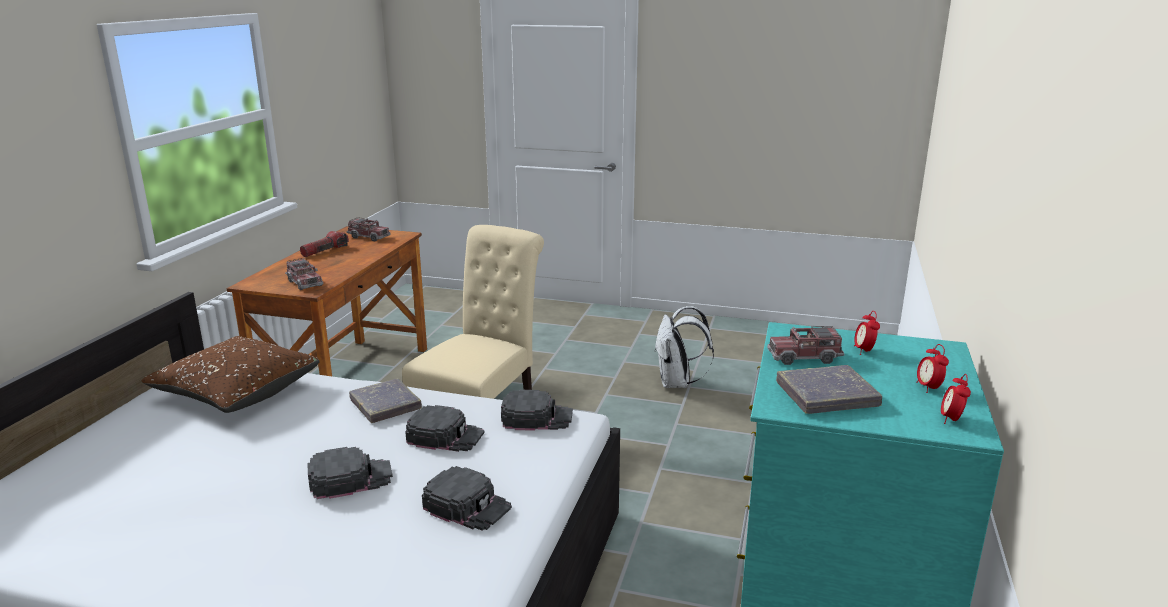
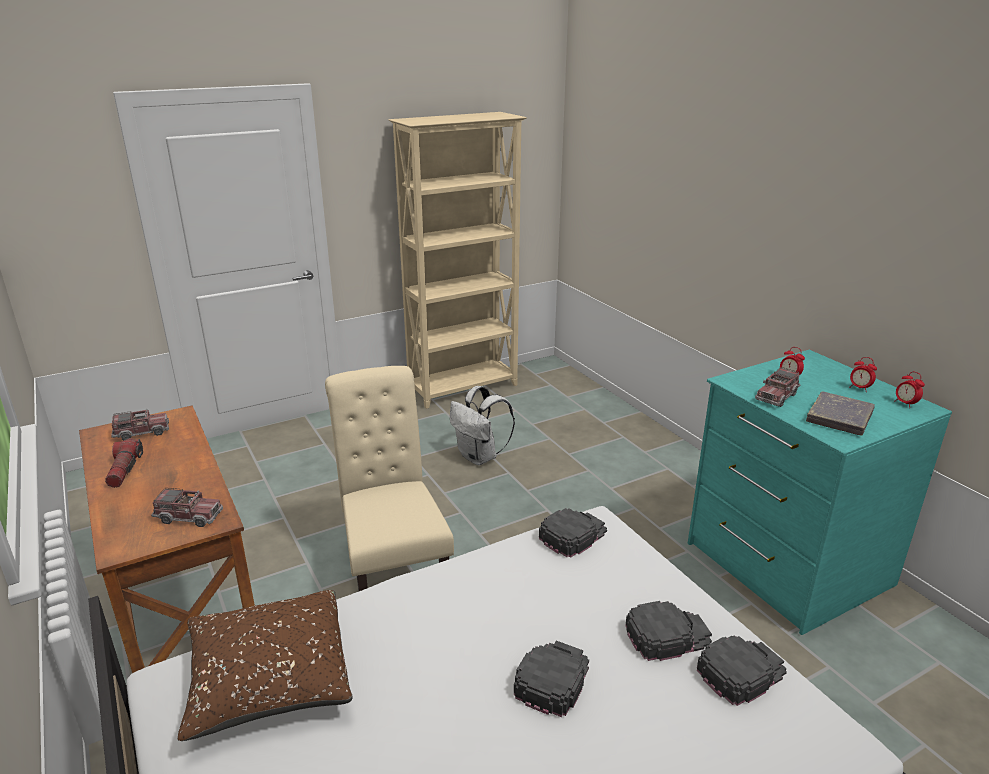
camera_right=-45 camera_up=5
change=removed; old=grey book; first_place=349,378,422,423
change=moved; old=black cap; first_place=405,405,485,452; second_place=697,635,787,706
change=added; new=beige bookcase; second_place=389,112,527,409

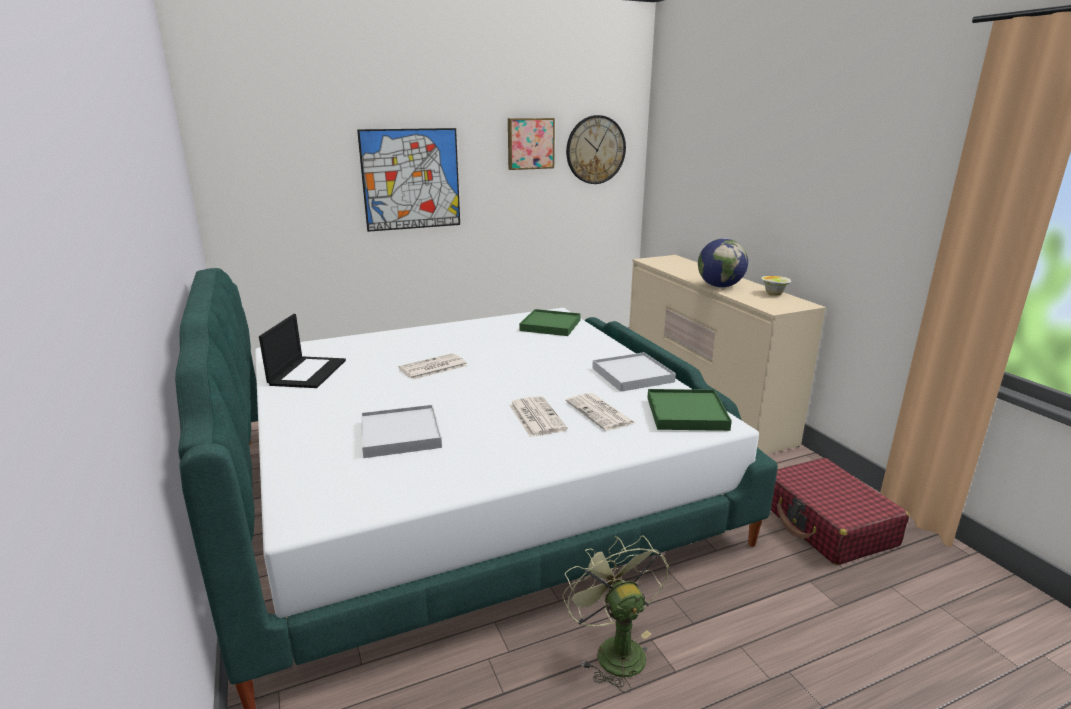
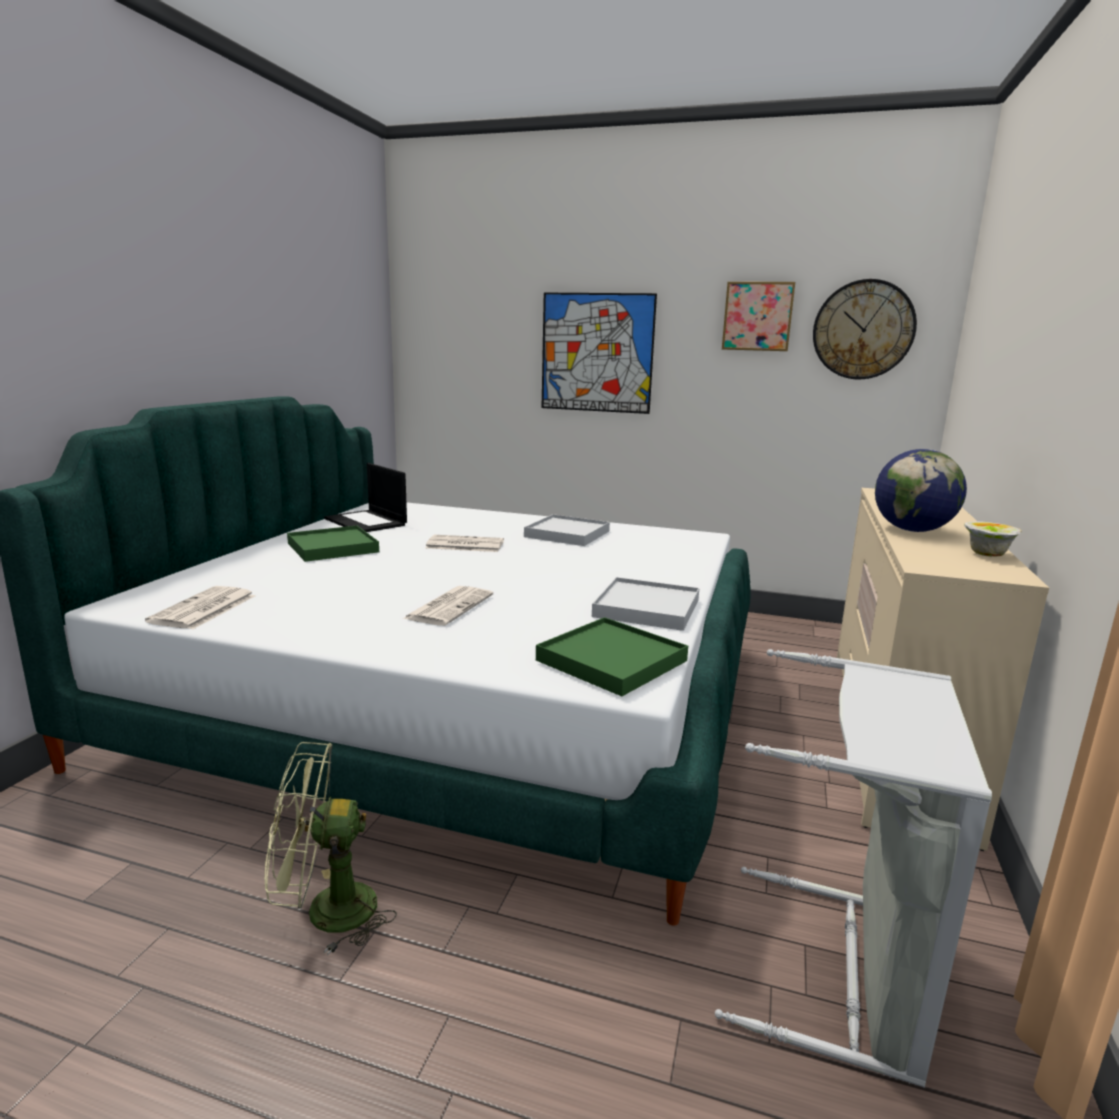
camera_right=40 camera_up=-5
change=turned; old=laptop; first_place=259,314,346,388; second_place=324,463,407,532; degrees=90
change=moved; old=white tray; first_place=361,405,442,458; second_place=524,514,610,546
change=moved; old=green tray; first_place=519,309,581,336; second_place=287,526,379,562
change=turned; old=green fan; first_place=562,536,669,693; second_place=265,742,397,955; degrees=-120
change=moved; old=newspaper; first_place=566,393,635,431; second_place=145,586,255,629
change=replaced; old=red suitcase; new=grey laundry basket; first_place=771,458,909,565; second_place=715,649,992,1088

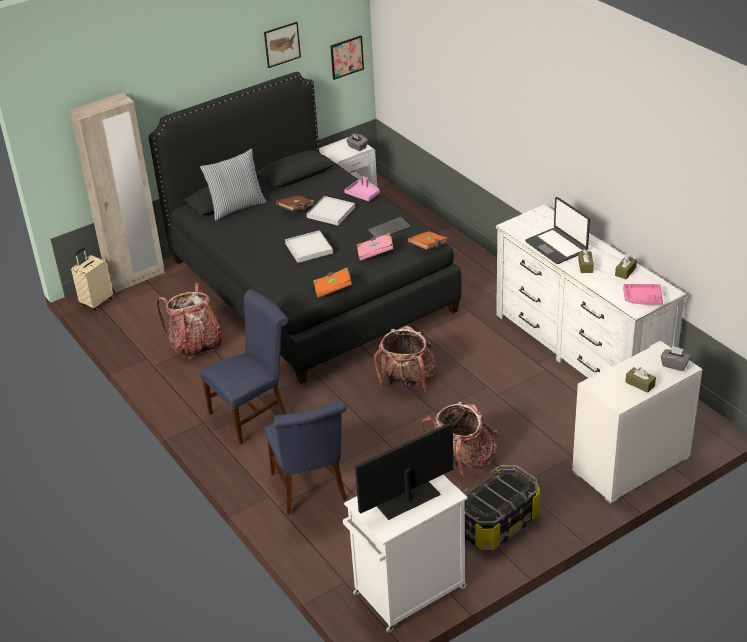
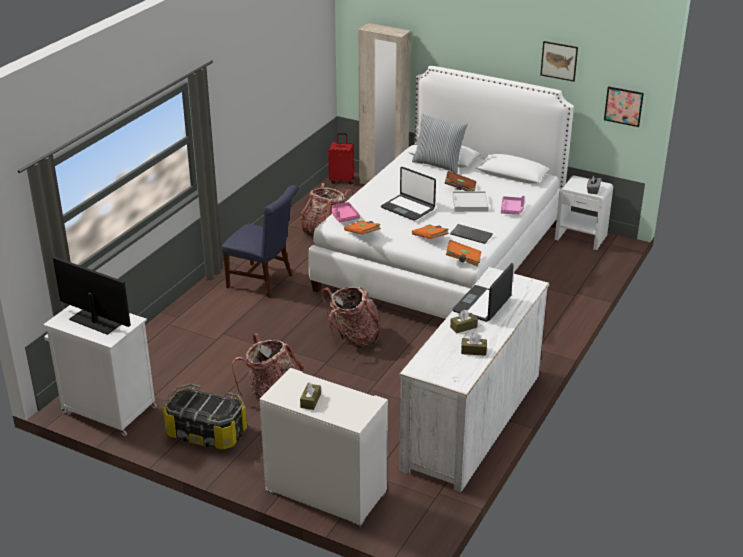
camera_right=60 camera_up=-5
change=recoloured; old=beige suitcase; new=red suitcase; first_place=71,248,114,310; second_place=328,133,354,185
change=recoloured; old=black bed; new=white bed; first_place=148,72,461,384; second_place=308,66,574,319
change=removed; old=blue chair; first_place=264,400,347,515
change=replaced; old=white tray; new=laptop; first_place=285,230,333,263; second_place=381,167,436,220
change=recoloured; old=pink book; new=orange book; first_place=357,232,393,261; second_place=412,224,449,239
change=moved; old=pink tray; first_place=623,284,663,304; second_place=332,202,360,223
change=removed; old=grey tissue box; first_place=661,346,691,371

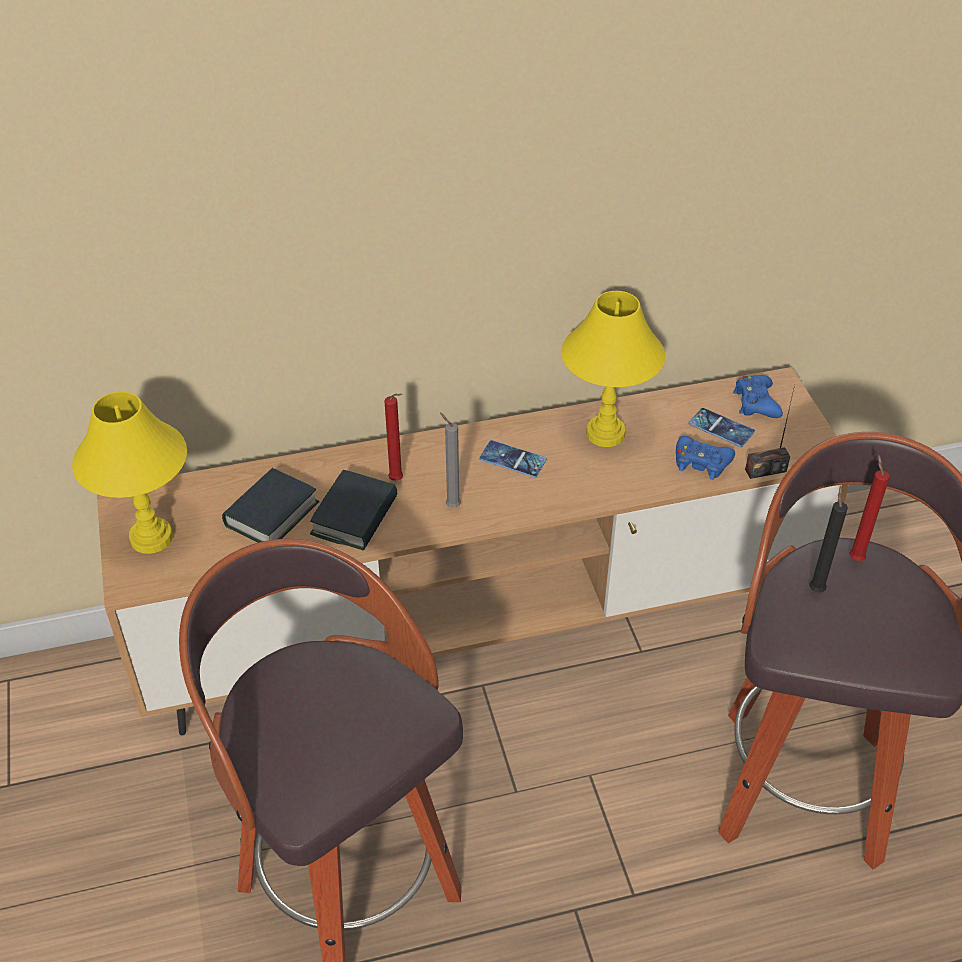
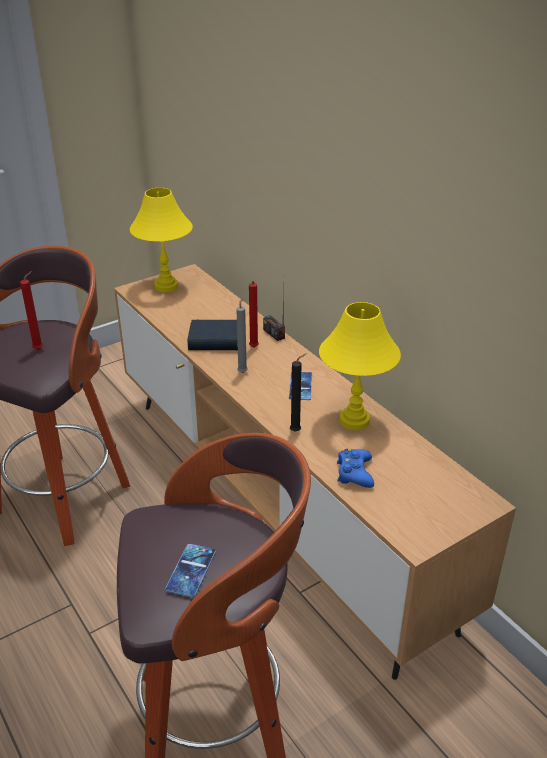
camera_right=70 camera_up=-10
change=removed; old=book; first_place=222,468,320,543
change=moved; old=phone; first_place=689,408,755,447; second_place=165,544,216,597
change=removed; old=blue game controller; first_place=733,375,783,418
change=moved; old=radio; first_place=745,385,795,479; second_place=263,275,285,341
change=moved; old=black candle; first_place=809,485,848,593; second_place=290,354,306,432
change=moved; old=red candle; first_place=849,455,890,561; second_place=20,271,43,350

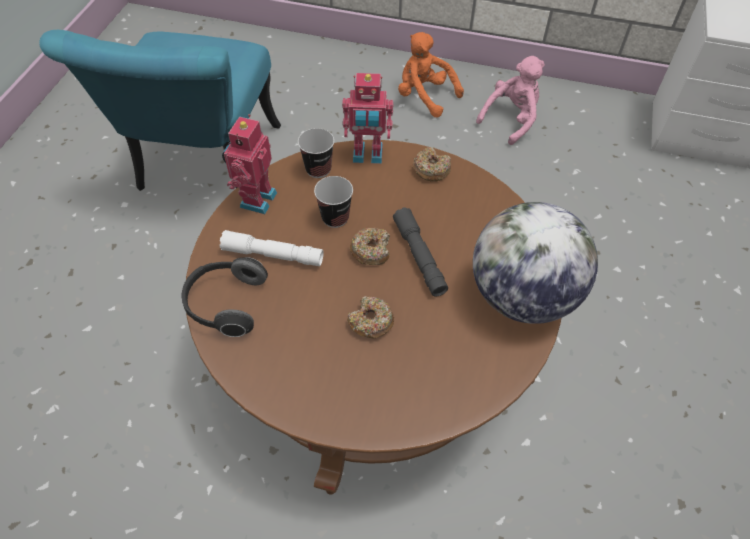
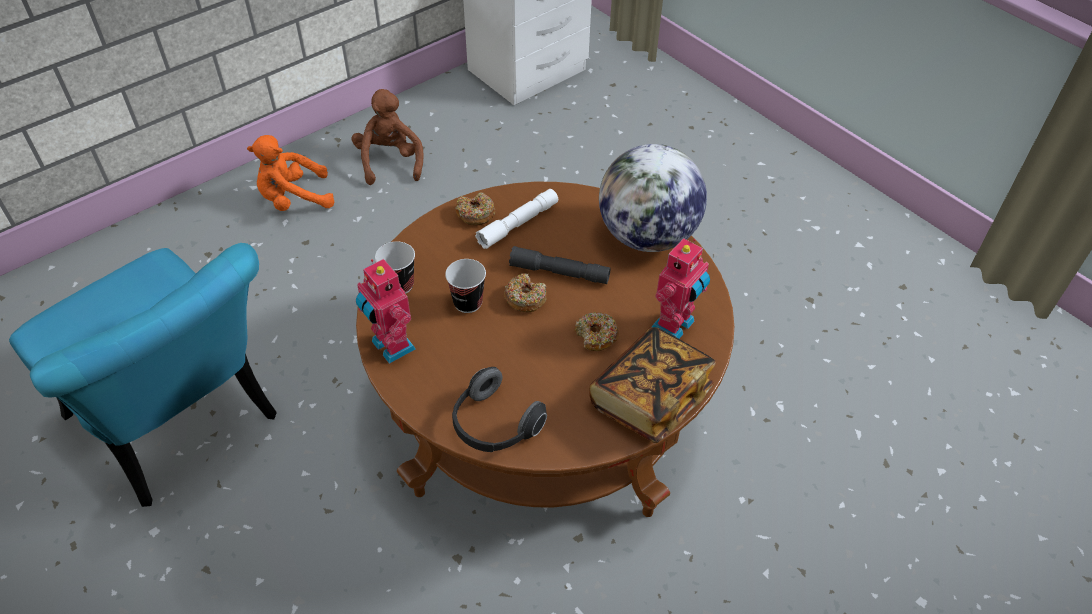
camera_right=-55 camera_up=-5
change=moved; old=white flashlight; first_place=220,230,324,266; second_place=475,189,558,249
change=moved; old=toy robot; first_place=342,73,393,164; second_place=651,238,710,339
change=recoloured; old=pink plush toy; new=brown plush toy; first_place=476,56,545,145; second_place=351,89,424,185
change=added; new=book; second_place=589,327,716,443

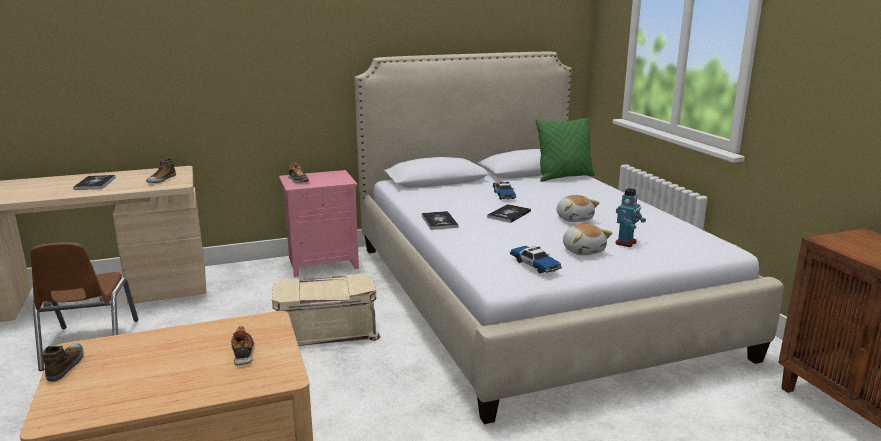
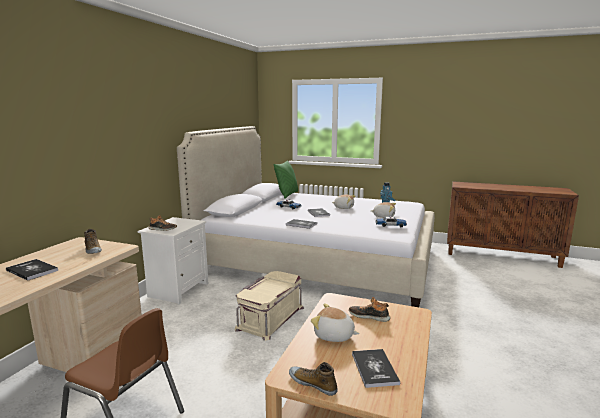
camera_right=-50 camera_up=-5
change=recoloured; old=pink nightstand; new=white nightstand; first_place=279,170,359,277; second_place=138,217,208,304
change=added; new=plush toy; second_place=311,303,359,342
change=added; new=book; second_place=352,349,400,388

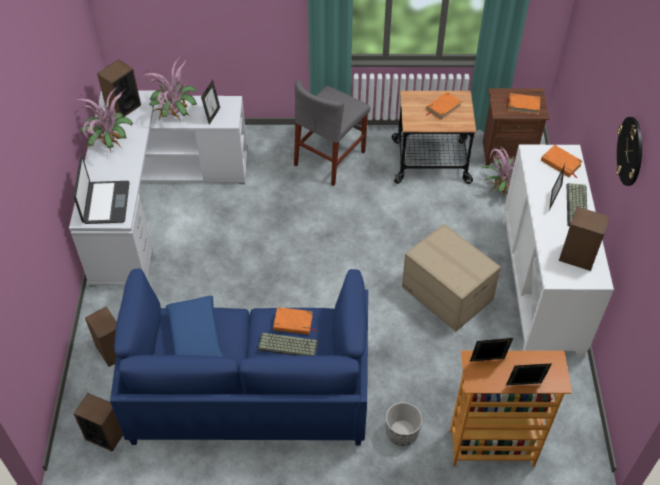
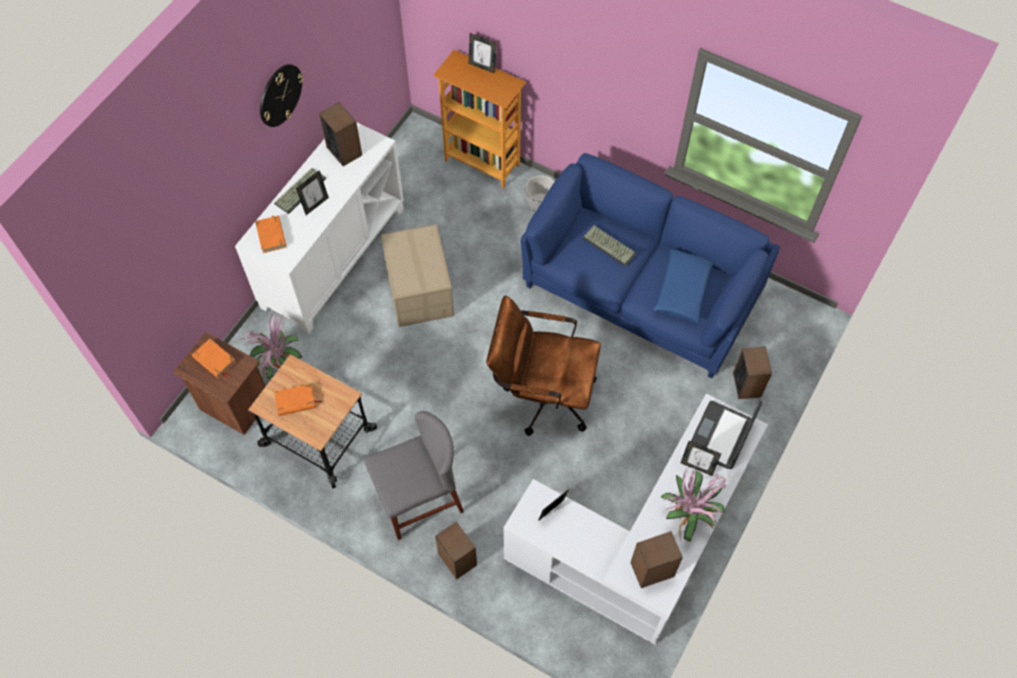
camera_right=-150 camera_up=10
change=moved; old=speaker; first_place=73,393,123,452; second_place=435,522,477,579
change=removed; old=potted plant; first_place=143,58,197,123
change=removed; old=orange book; first_place=273,307,316,335
change=moved; old=picture frame; first_place=470,338,513,362; second_place=681,441,721,476
change=added; new=brown office chair; second_place=486,295,601,436

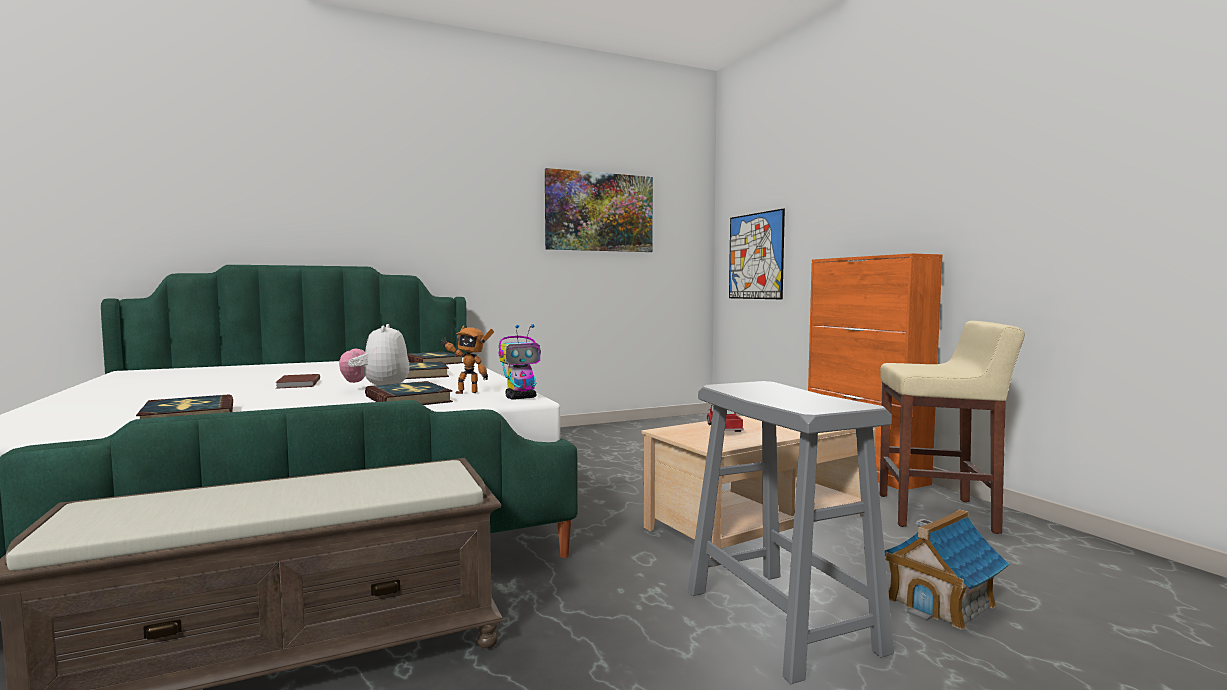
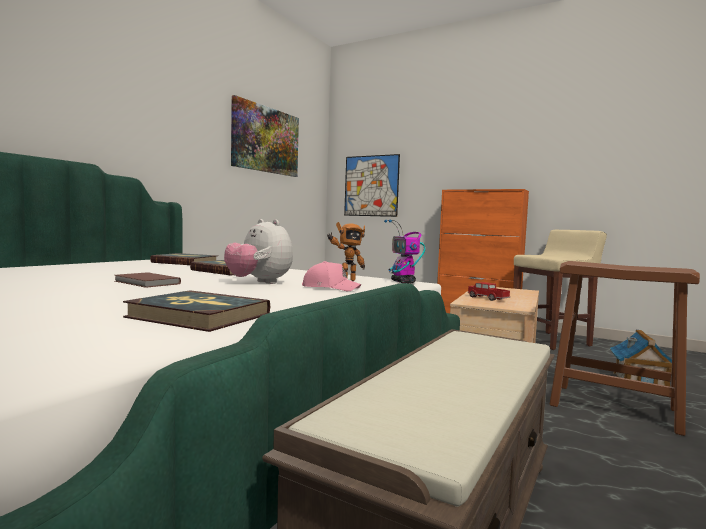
camera_right=-35 camera_up=0
change=replaced; old=book; new=pink cap; first_place=365,381,453,405; second_place=302,261,361,292
change=turned; old=toy robot; first_place=498,324,541,400; second_place=384,220,426,283; degrees=135
change=recoloured; old=grey stool; new=brown stool; first_place=688,381,894,684; second_place=550,261,700,436

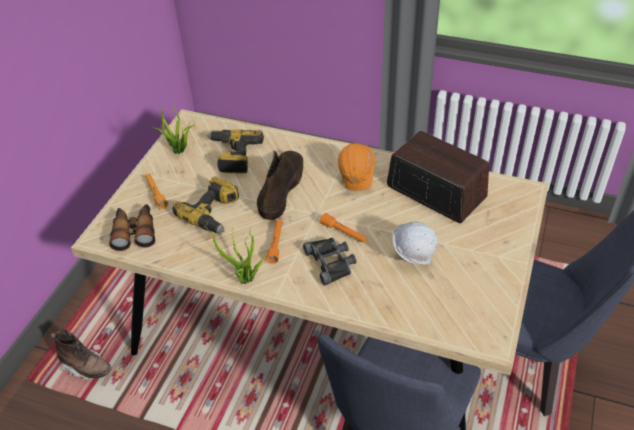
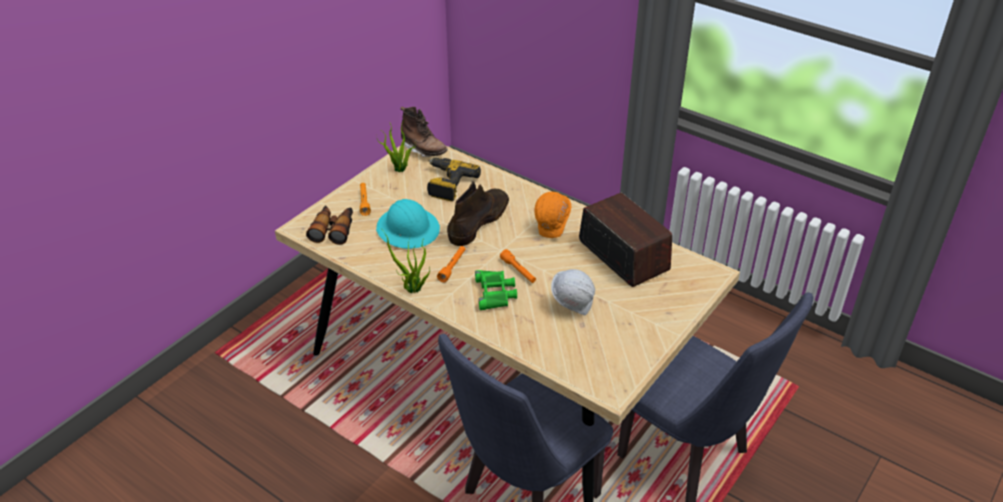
camera_right=15 camera_up=-5
change=moved; old=brown boot; first_place=51,329,112,381; second_place=401,107,448,157
change=replaced; old=power drill; new=turquoise hard hat; first_place=172,176,239,233; second_place=376,199,440,249
change=recoloured; old=black binoculars; new=green binoculars; first_place=303,238,356,285; second_place=475,270,517,310

